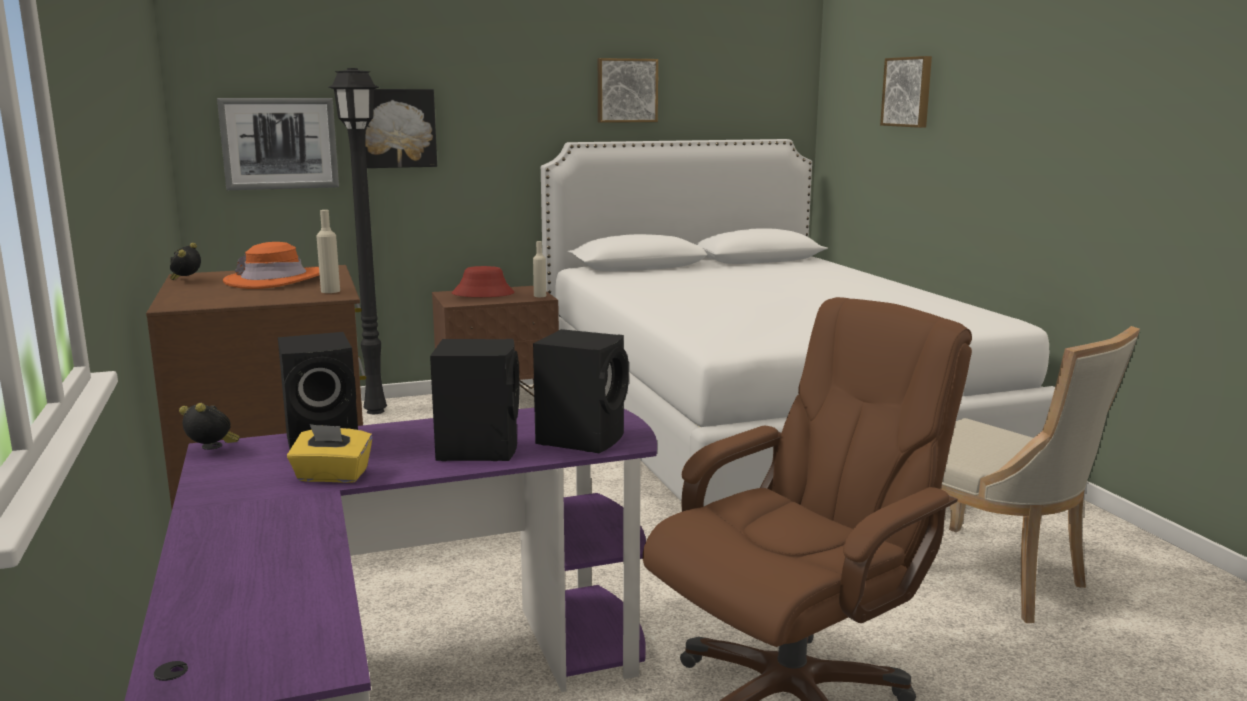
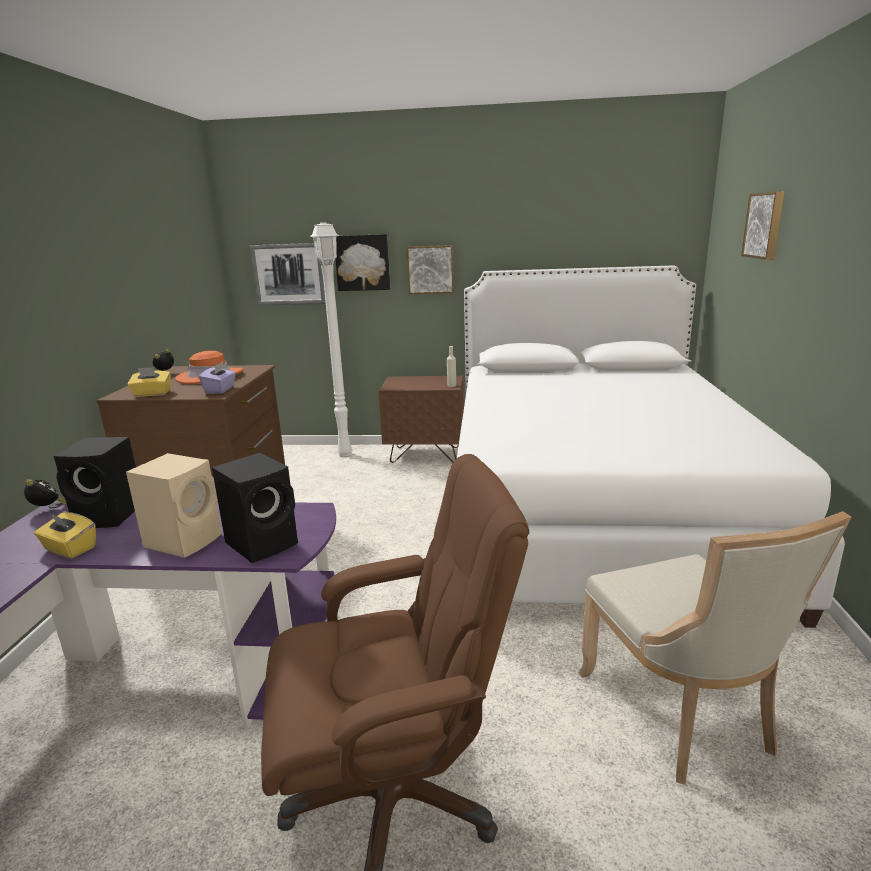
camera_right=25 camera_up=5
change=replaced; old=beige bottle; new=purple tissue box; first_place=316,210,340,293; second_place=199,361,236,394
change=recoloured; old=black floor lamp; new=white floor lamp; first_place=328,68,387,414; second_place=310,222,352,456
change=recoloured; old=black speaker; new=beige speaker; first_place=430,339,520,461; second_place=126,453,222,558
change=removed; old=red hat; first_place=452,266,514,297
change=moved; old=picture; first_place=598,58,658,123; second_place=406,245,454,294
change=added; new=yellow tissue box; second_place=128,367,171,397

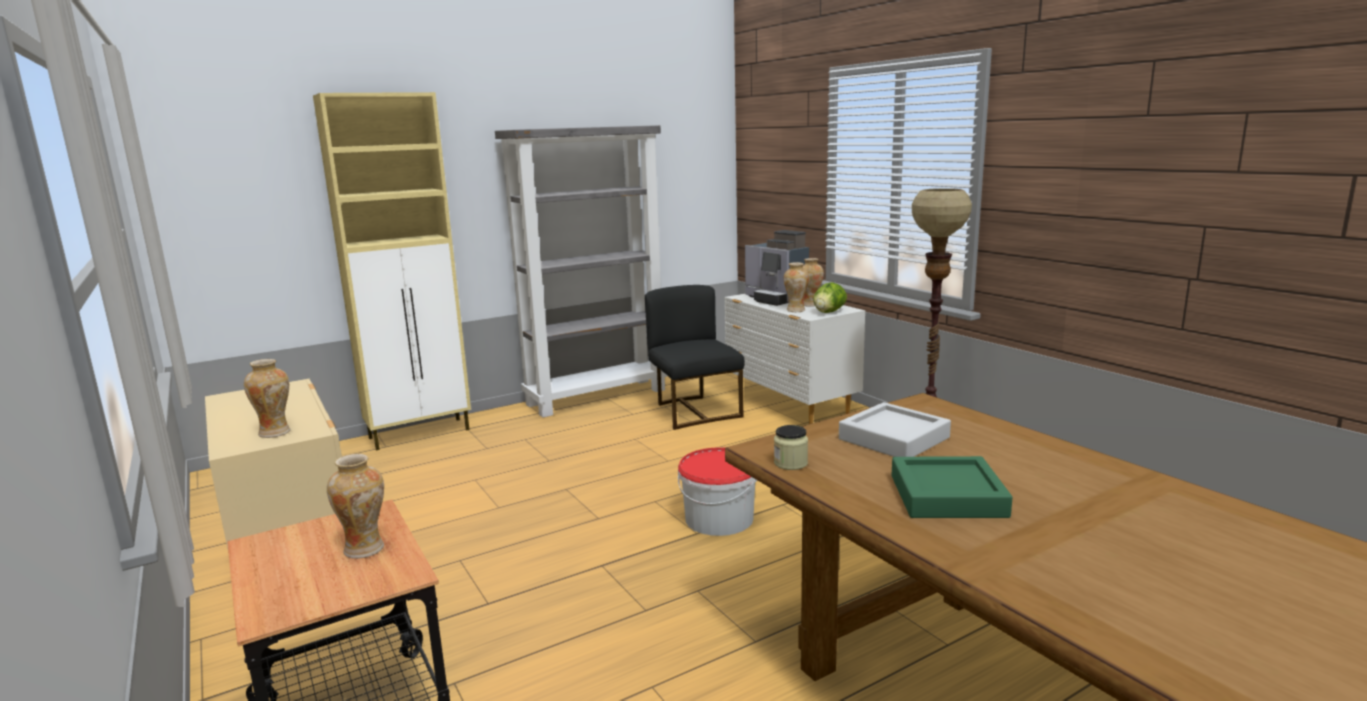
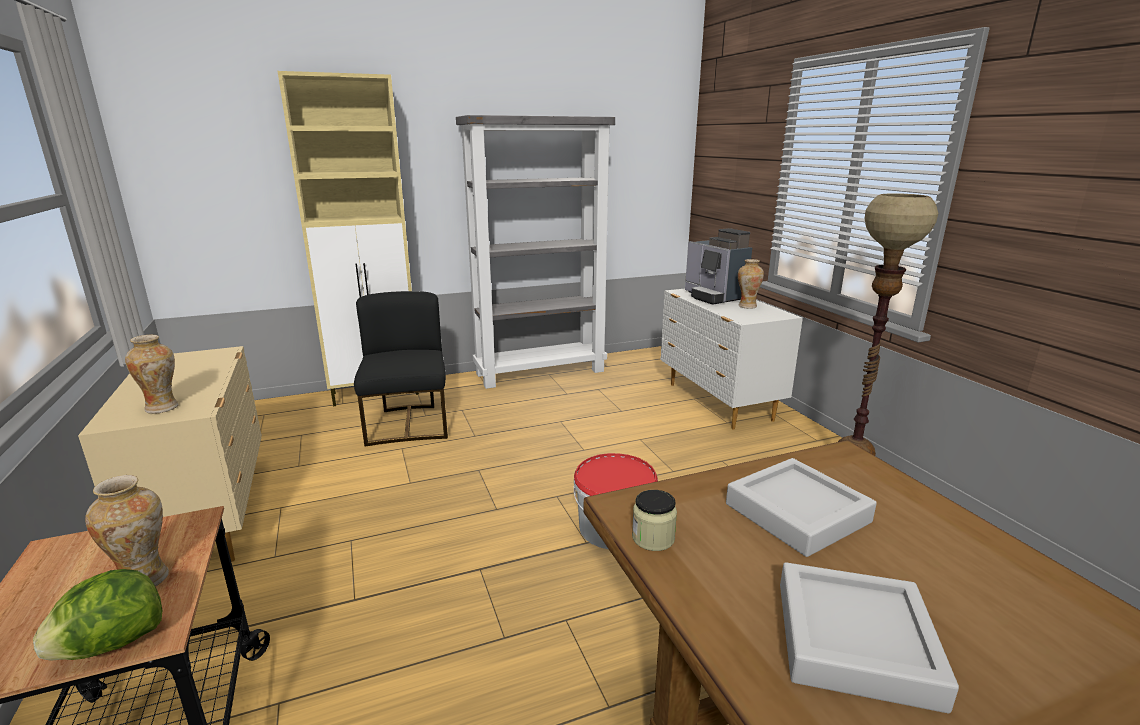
camera_right=10 camera_up=5
change=moved; old=black chair; first_place=645,285,745,430; second_place=354,291,448,446
change=removed; old=vase; first_place=784,262,809,312
change=moved; old=lettuce; first_place=813,282,847,313; second_place=33,569,163,661
change=recoloured; old=green tray; new=grey tray; first_place=892,456,1012,518; second_place=780,562,959,713

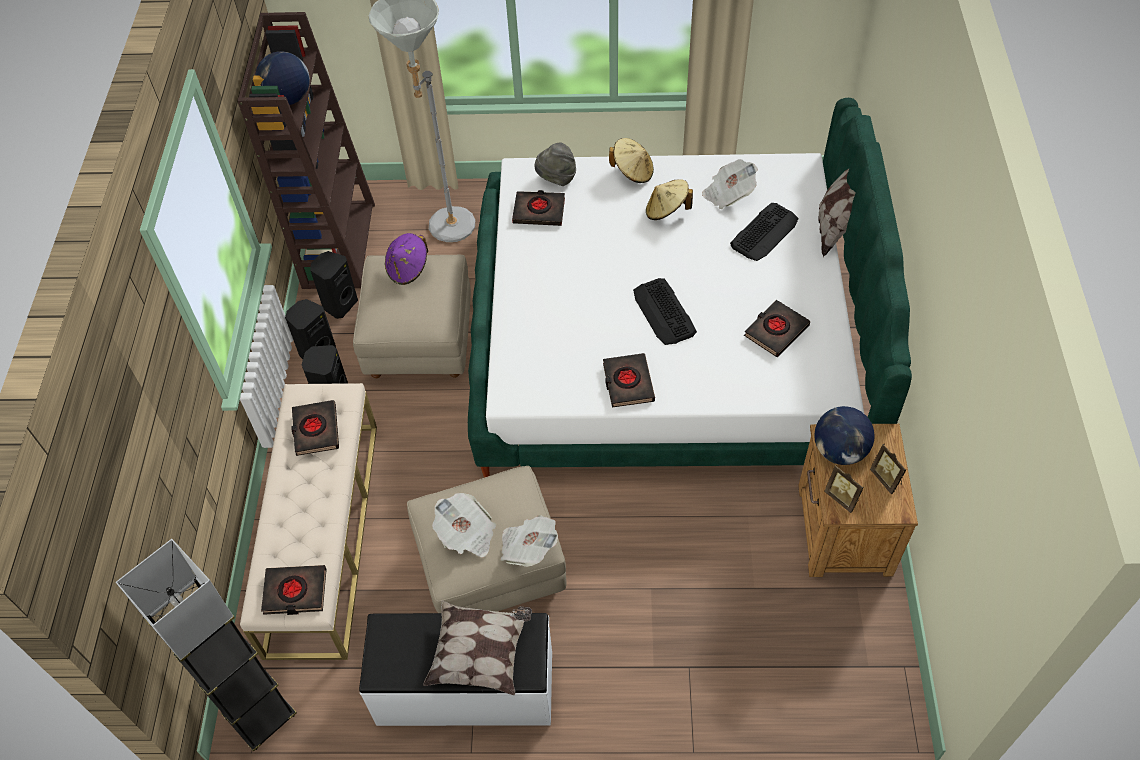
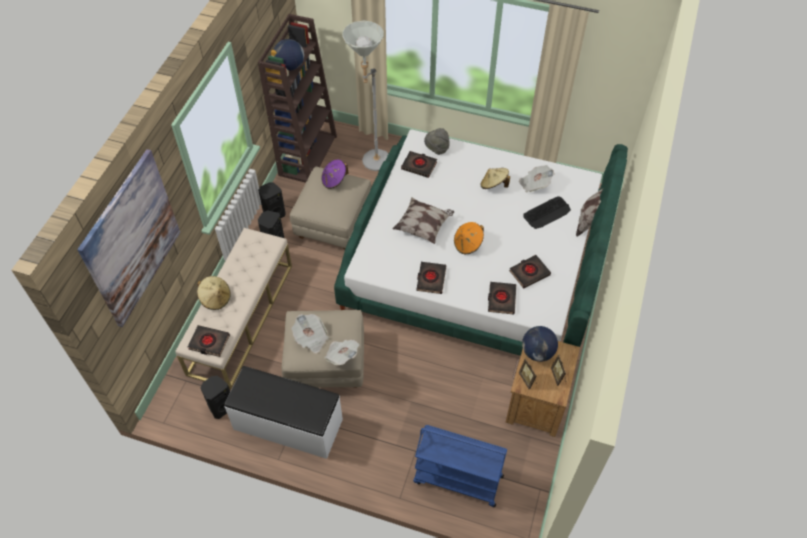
camera_right=15 camera_up=0
change=removed; old=grey floor lamp; first_place=116,539,297,751
change=moved; old=black book; first_place=291,400,339,456; second_place=488,282,516,315
change=moved; old=black speaker; first_place=310,251,358,319; second_place=201,376,230,419
change=moved; old=pillow; first_place=423,600,532,695; second_place=392,197,454,244
change=moved; old=beige hat; first_place=609,138,654,183; second_place=197,276,230,310
change=replaced; old=keyboard; new=orange hat; first_place=633,278,697,345; second_place=454,222,484,254
change=added; new=picture; second_place=77,149,180,327
change=added; new=blue cart; second_place=413,425,507,507

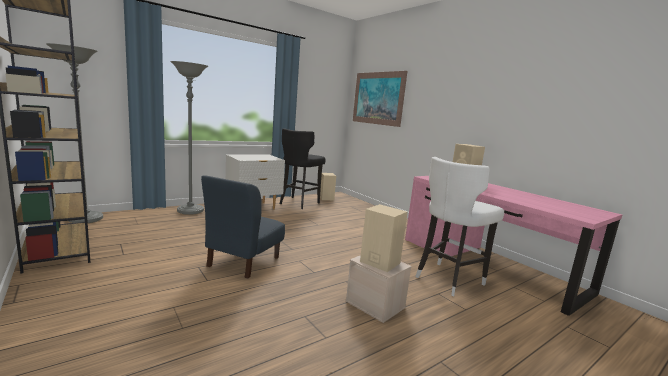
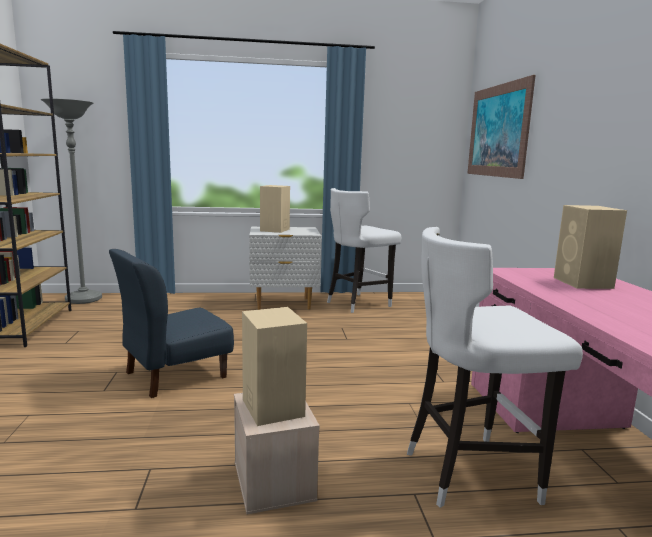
camera_right=30 camera_up=0
change=removed; old=grey floor lamp; first_place=170,61,208,215
change=recoloured; old=black stool; new=white stool; first_place=280,128,325,209; second_place=327,188,401,313
change=moved; old=beige speaker; first_place=320,173,336,200; second_place=260,185,290,233

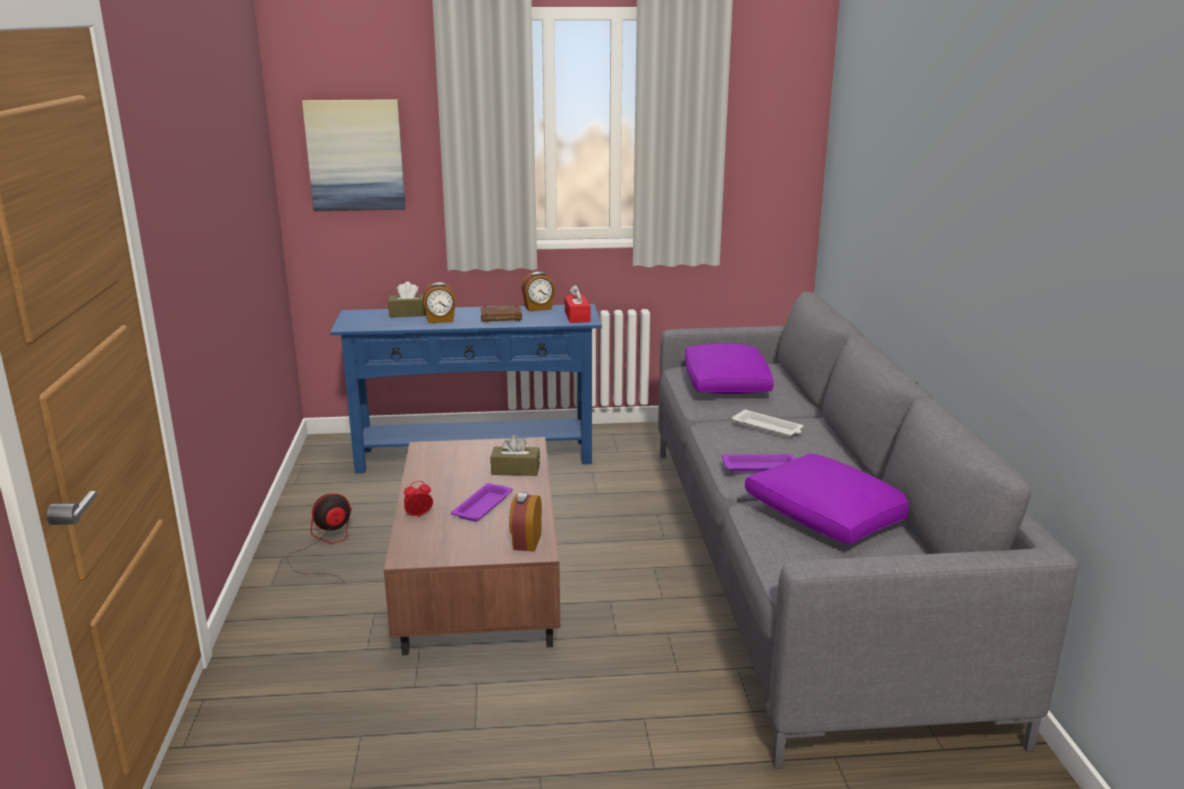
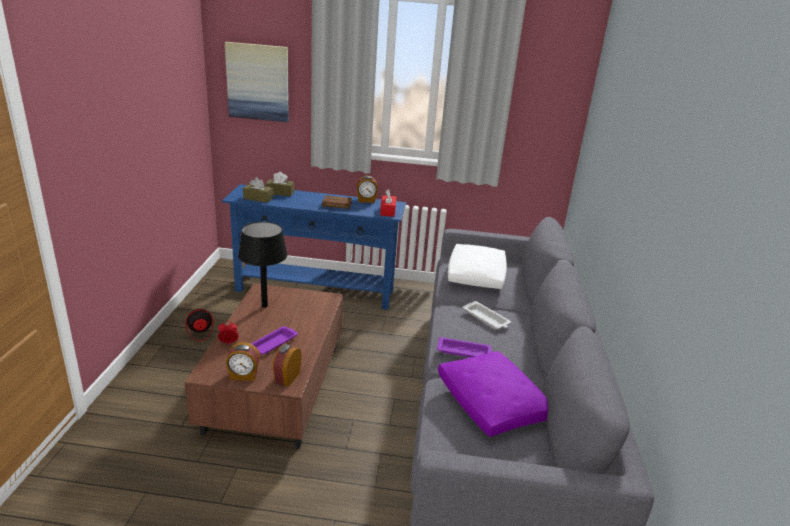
camera_right=10 camera_up=5
change=moved; old=alarm clock; first_place=423,282,456,324; second_place=226,342,260,381
change=moved; old=brown tissue box; first_place=491,435,540,476; second_place=243,177,273,203
change=recoloured; old=purple pillow; new=white pillow; first_place=685,343,774,394; second_place=448,244,507,289
change=added; new=black table lamp; second_place=238,222,287,308

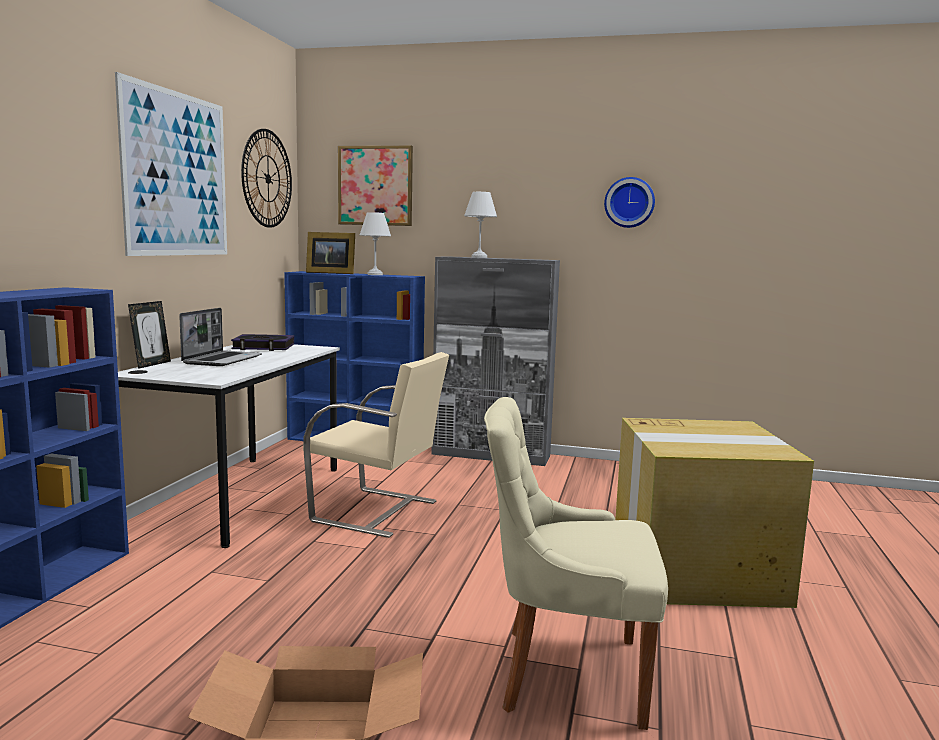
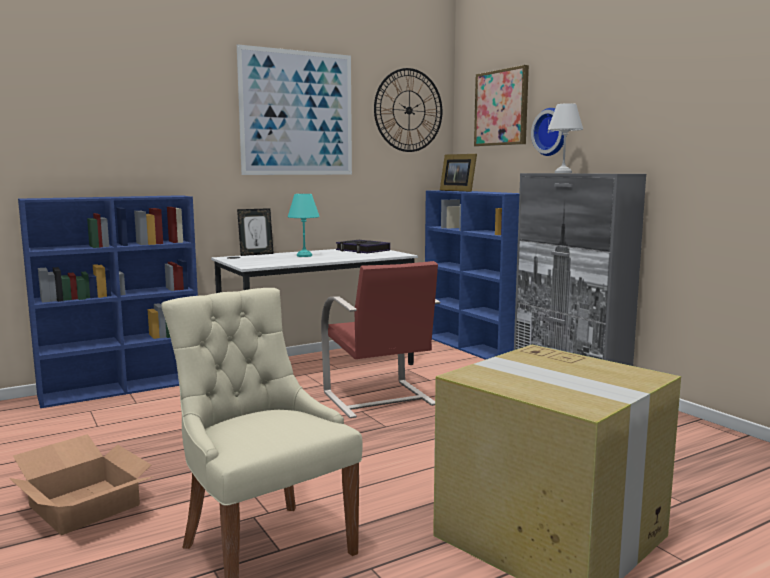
camera_right=45 camera_up=0
change=replaced; old=laptop; new=turquoise table lamp; first_place=179,308,262,366; second_place=288,194,320,257
change=recoloured; old=beige chair; new=red chair; first_place=303,352,449,538; second_place=321,261,440,418
change=removed; old=white table lamp; first_place=360,212,391,275
change=moved; old=wall clock; first_place=604,177,655,228; second_place=531,108,564,156

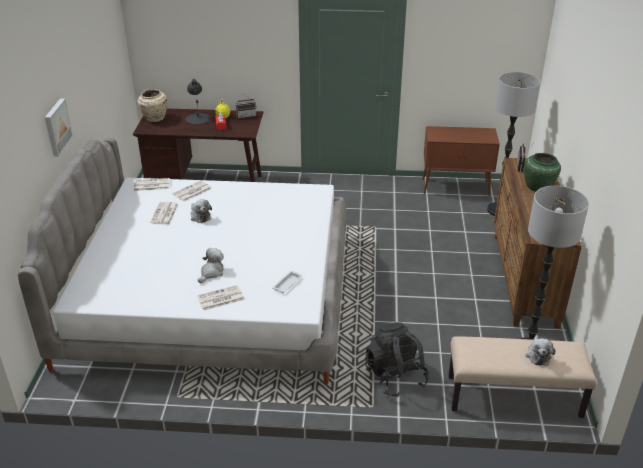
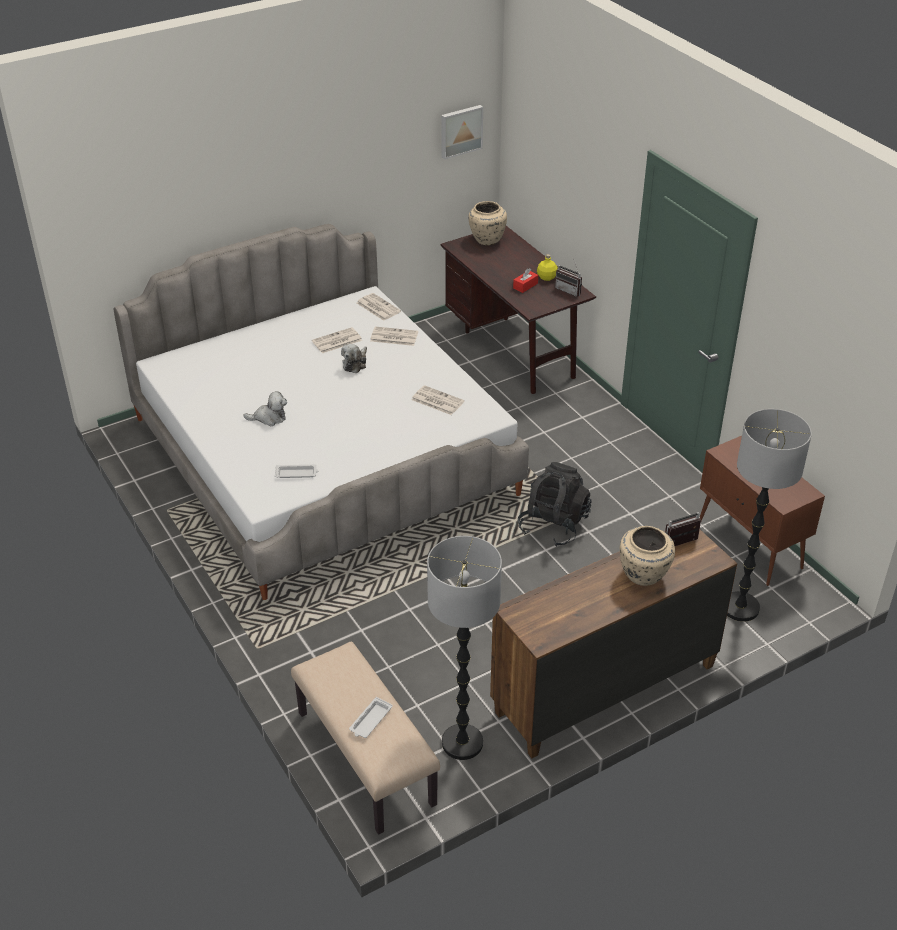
camera_right=55 camera_up=5
change=moved; old=picture; first_place=45,98,73,157; second_place=441,105,483,159
change=removed; old=black table lamp; first_place=186,79,211,125
change=moved; old=newspaper; first_place=197,285,245,311; second_place=411,385,464,415
change=moved; old=black backpack; first_place=365,322,429,397; second_place=518,462,592,547
change=recoloured; old=green vase; new=beige vase; first_place=524,153,561,191; second_place=620,526,675,586
change=replaced; old=plush toy; new=white tray; first_place=525,335,555,366; second_place=349,697,393,738

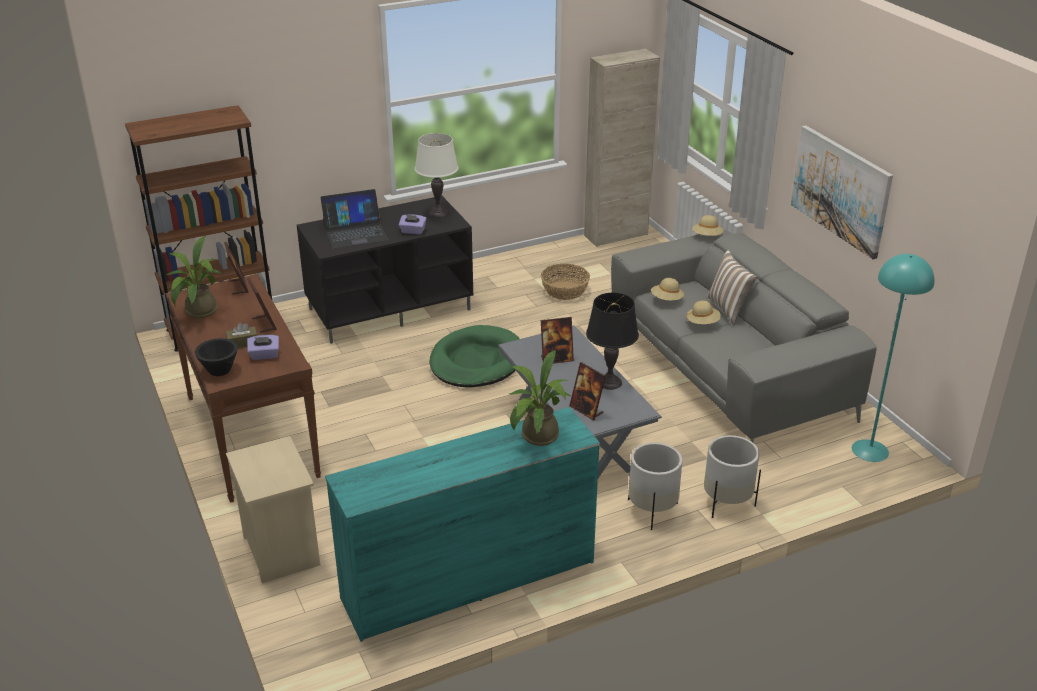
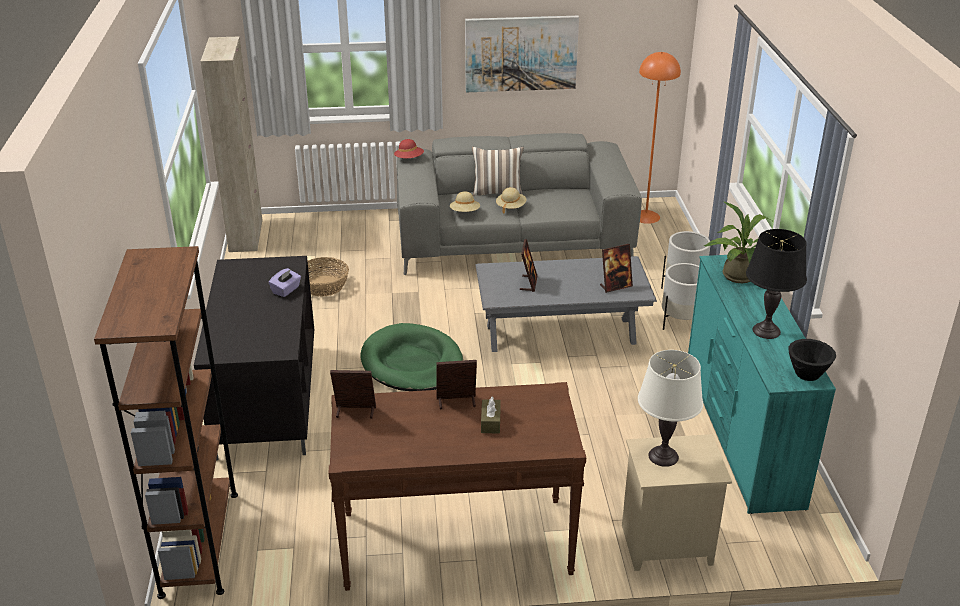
camera_right=-70 camera_up=0
change=removed; old=potted plant; first_place=166,236,222,318
change=moved; old=black bowl; first_place=195,338,238,376; second_place=788,339,836,381
change=removed; old=purple tissue box; first_place=247,335,279,360
change=removed; old=laptop; first_place=321,189,388,248
change=moved; old=white table lamp; first_place=415,133,459,218; second_place=638,350,703,467
change=moved; old=black table lamp; first_place=586,293,639,390; second_place=746,229,807,339
change=recoloured; old=beige hat; new=red hat; first_place=692,215,724,236; second_place=394,139,424,158
change=recoloured; old=turquoise floor lamp; new=orange floor lamp; first_place=852,254,935,462; second_place=639,52,681,224

